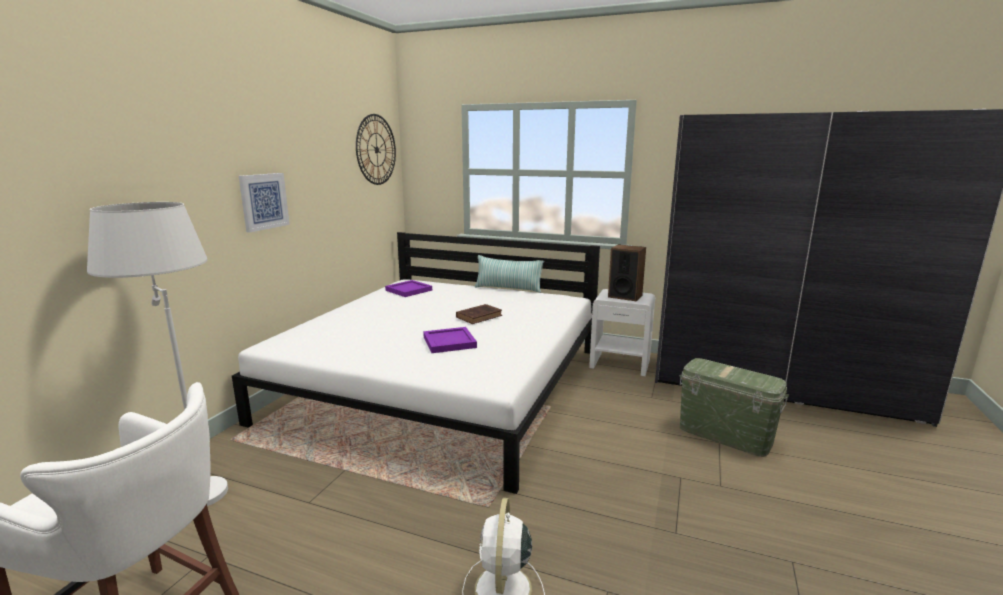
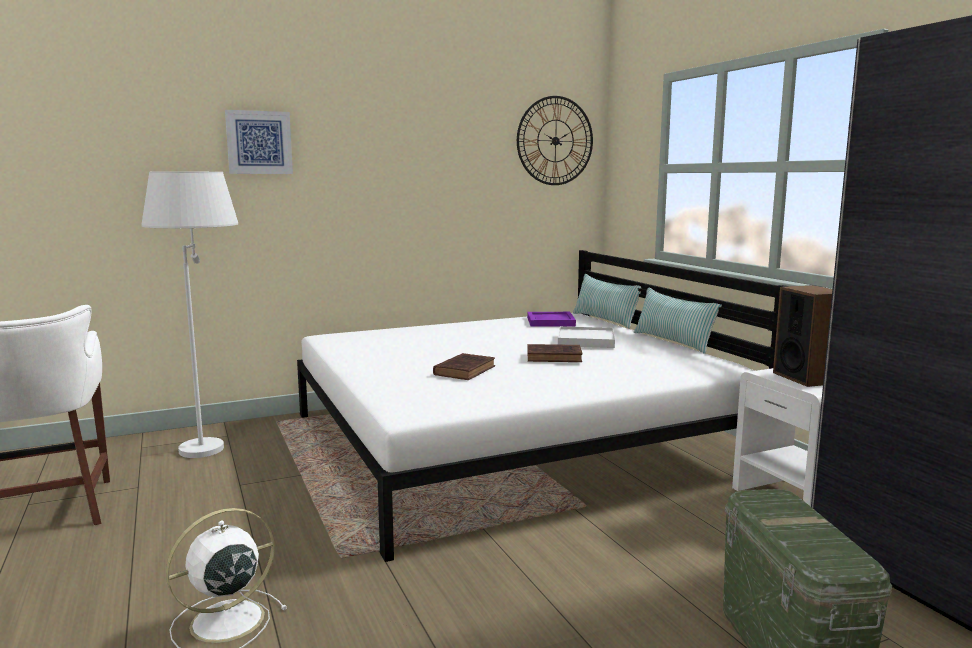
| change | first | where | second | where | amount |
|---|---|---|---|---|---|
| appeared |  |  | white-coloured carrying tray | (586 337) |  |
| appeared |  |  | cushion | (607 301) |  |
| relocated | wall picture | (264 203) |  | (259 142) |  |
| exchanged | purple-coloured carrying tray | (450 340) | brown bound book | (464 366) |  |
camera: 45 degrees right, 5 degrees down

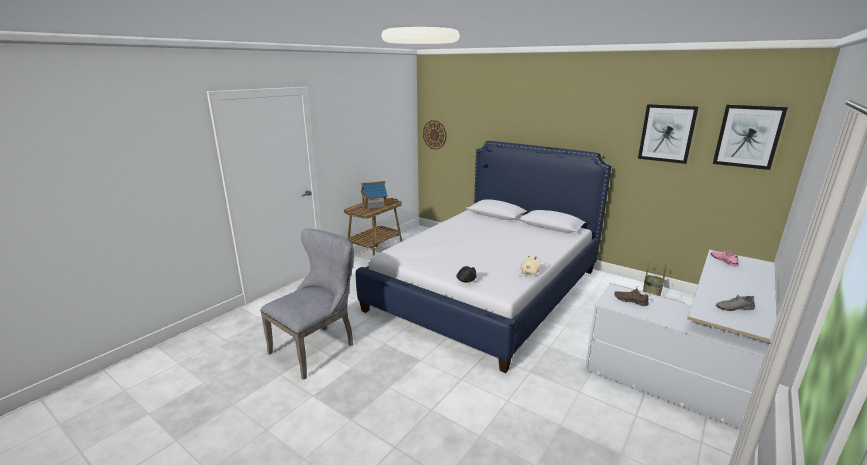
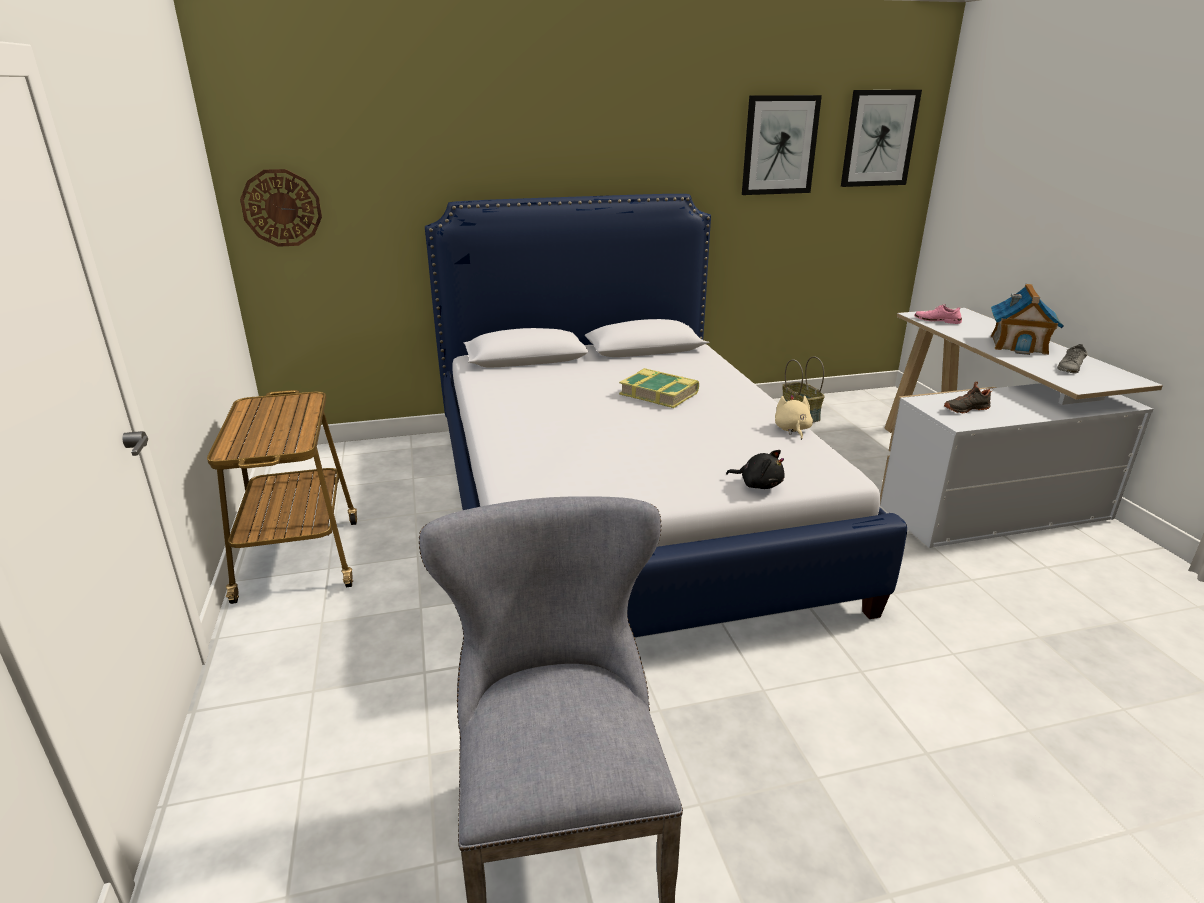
| change | first | where | second | where | amount |
|---|---|---|---|---|---|
| appeared |  |  | bound book | (659 388) |  |
| relocated | model house | (374 195) |  | (1027 319) |  |
camera: 50 degrees left, 5 degrees up

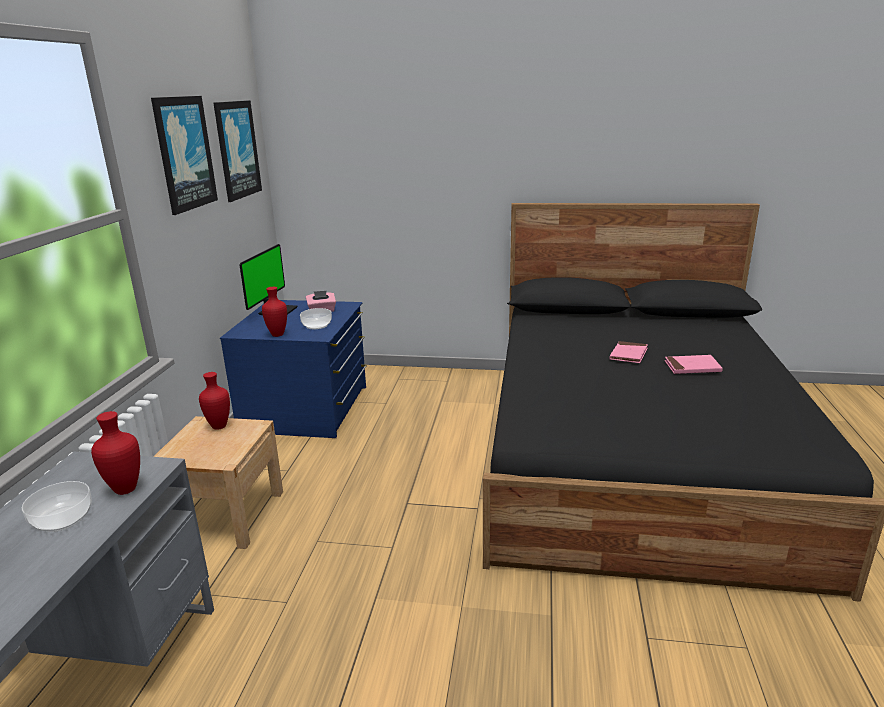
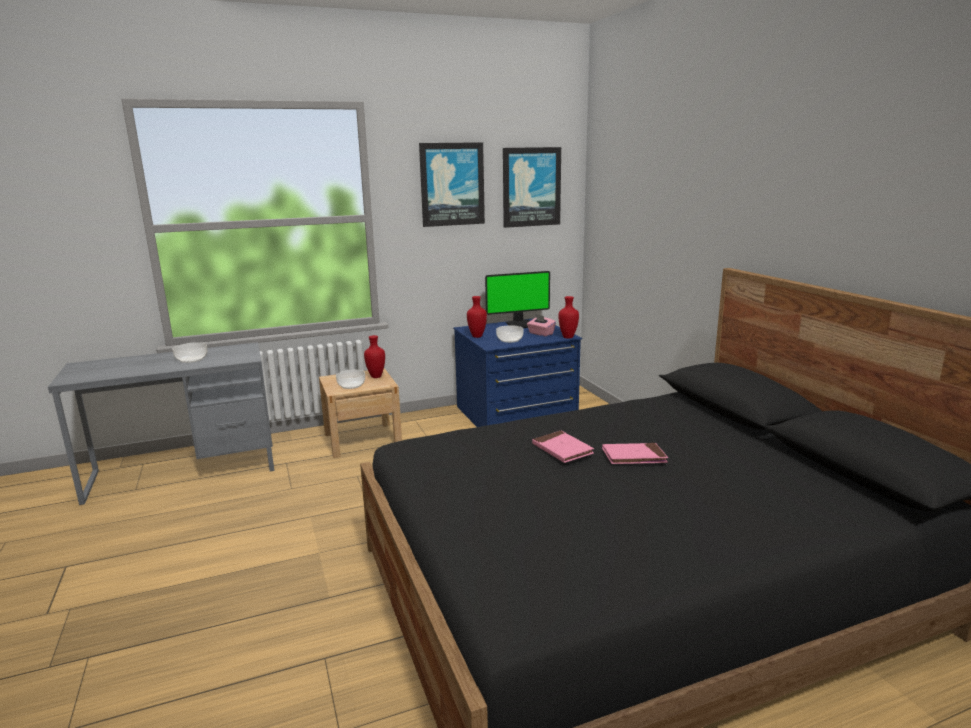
| change | first | where | second | where | amount |
|---|---|---|---|---|---|
| appeared |  |  | bowl | (350 379) |  |
| relocated | red-coloured flower vase | (115 453) |  | (568 317) |  |
| relocated | pinkish bound book | (694 364) |  | (563 447) |  |
camera: 60 degrees right, 5 degrees down

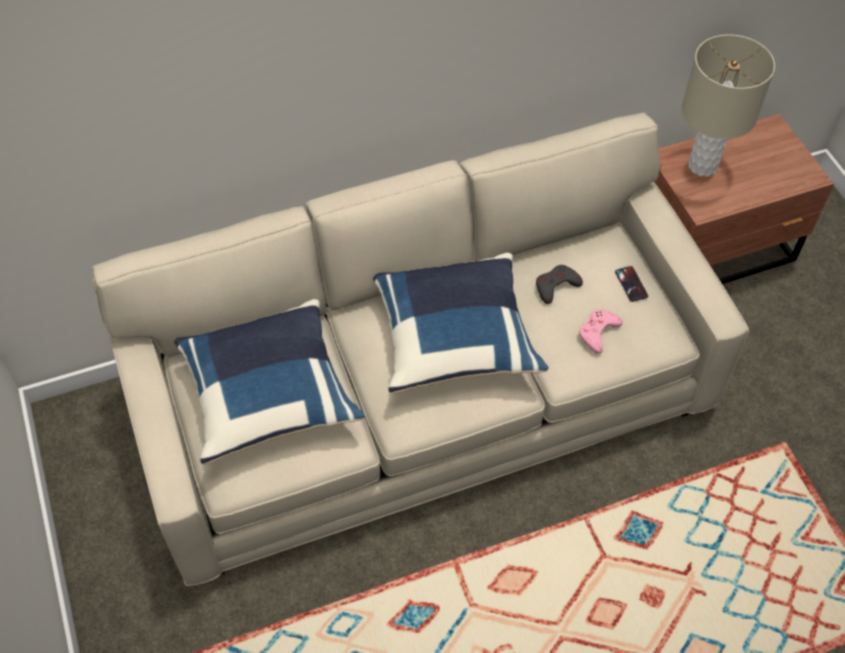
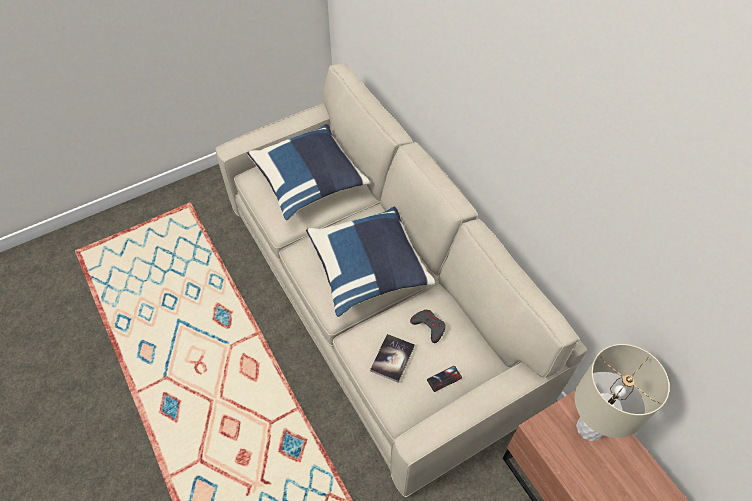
| change | first | where | second | where | amount |
|---|---|---|---|---|---|
| exchanged | pinkish joypad | (601 331) | bound book | (392 358) |  |
camera: 80 degrees right, 0 degrees up

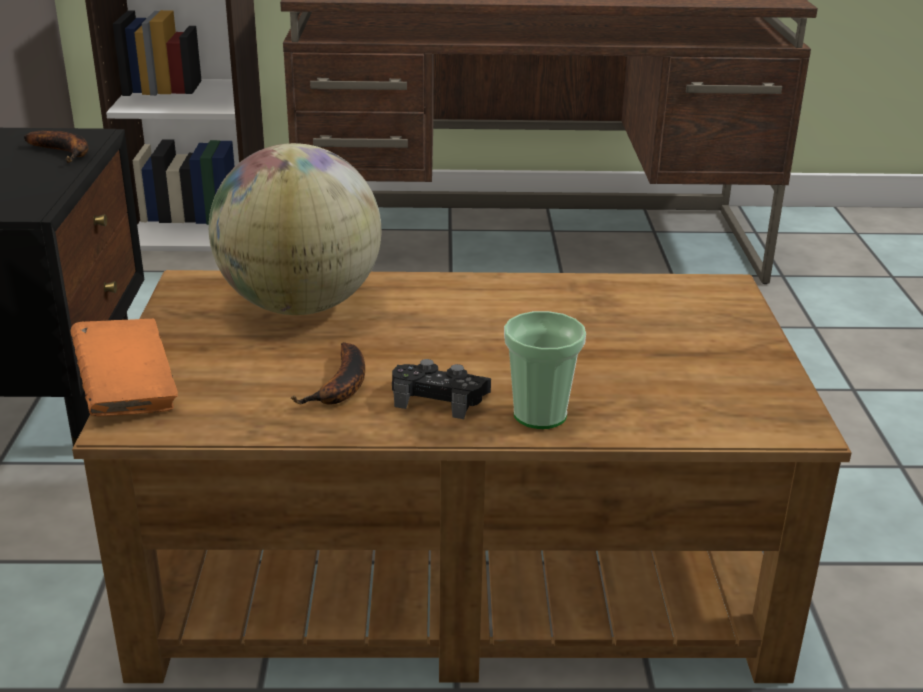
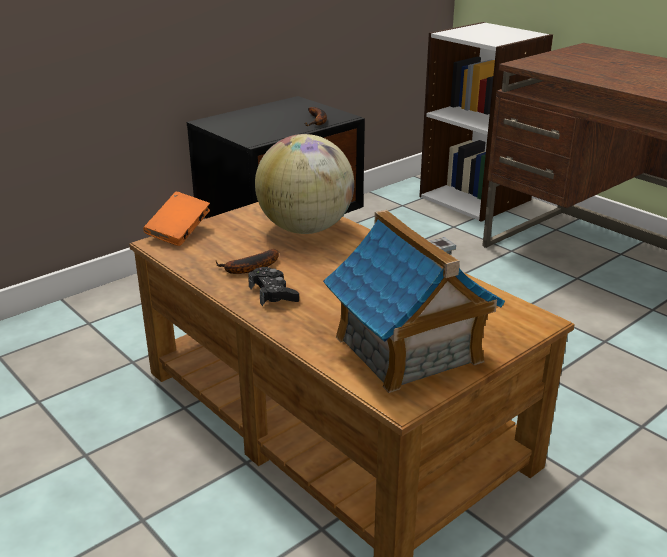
| change | first | where | second | where | amount |
|---|---|---|---|---|---|
| missing | drinking cup | (545 370) |  |  |  |
| appeared |  |  | model house | (414 301) |  |
camera: 50 degrees right, 0 degrees up

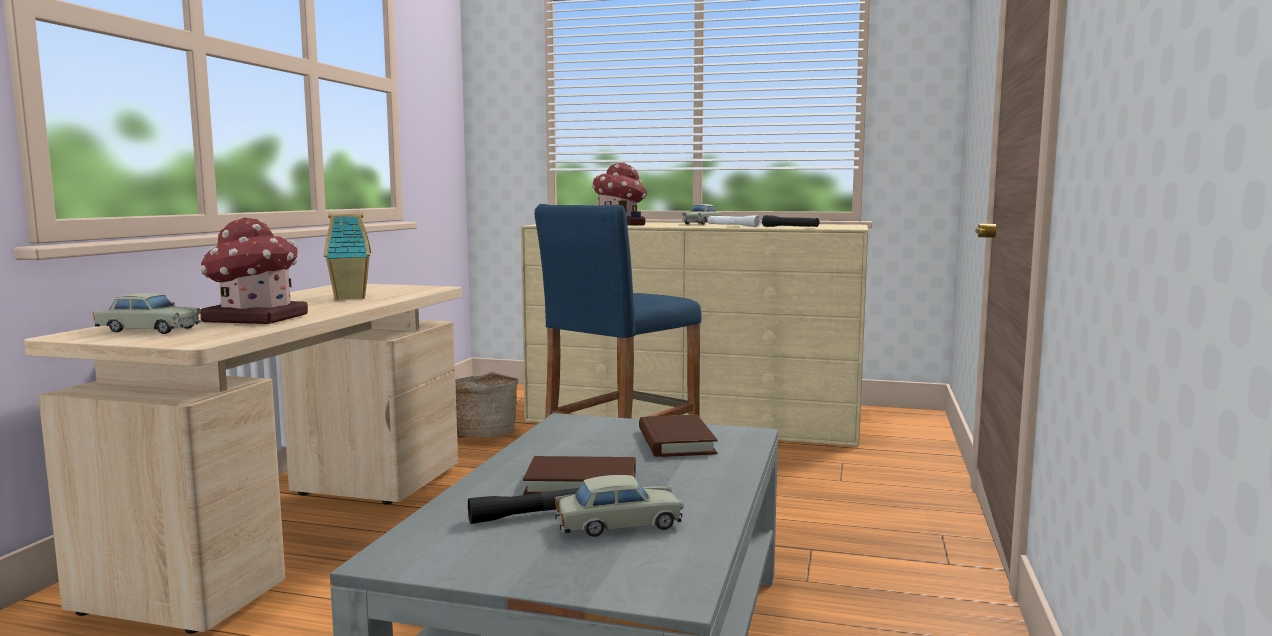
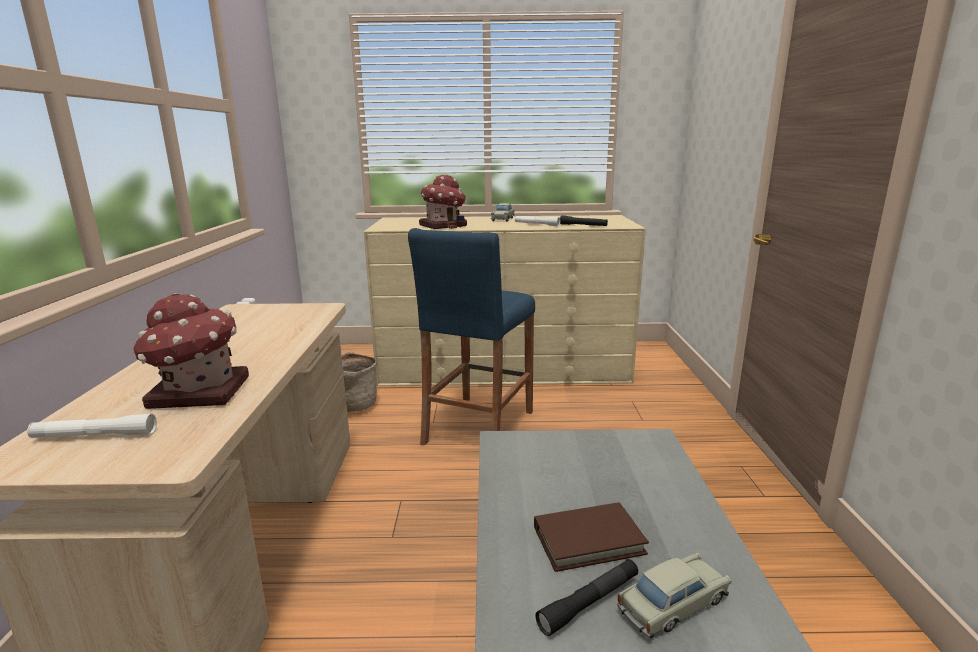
| change | first | where | second | where | amount |
|---|---|---|---|---|---|
| missing | model house | (347 256) |  |  |  |
| missing | brown bound book | (678 436) |  |  |  |
| exchanged | beige miniature car | (147 313) | white-coloured flashlight | (92 426) |  |
camera: 15 degrees left, 10 degrees up

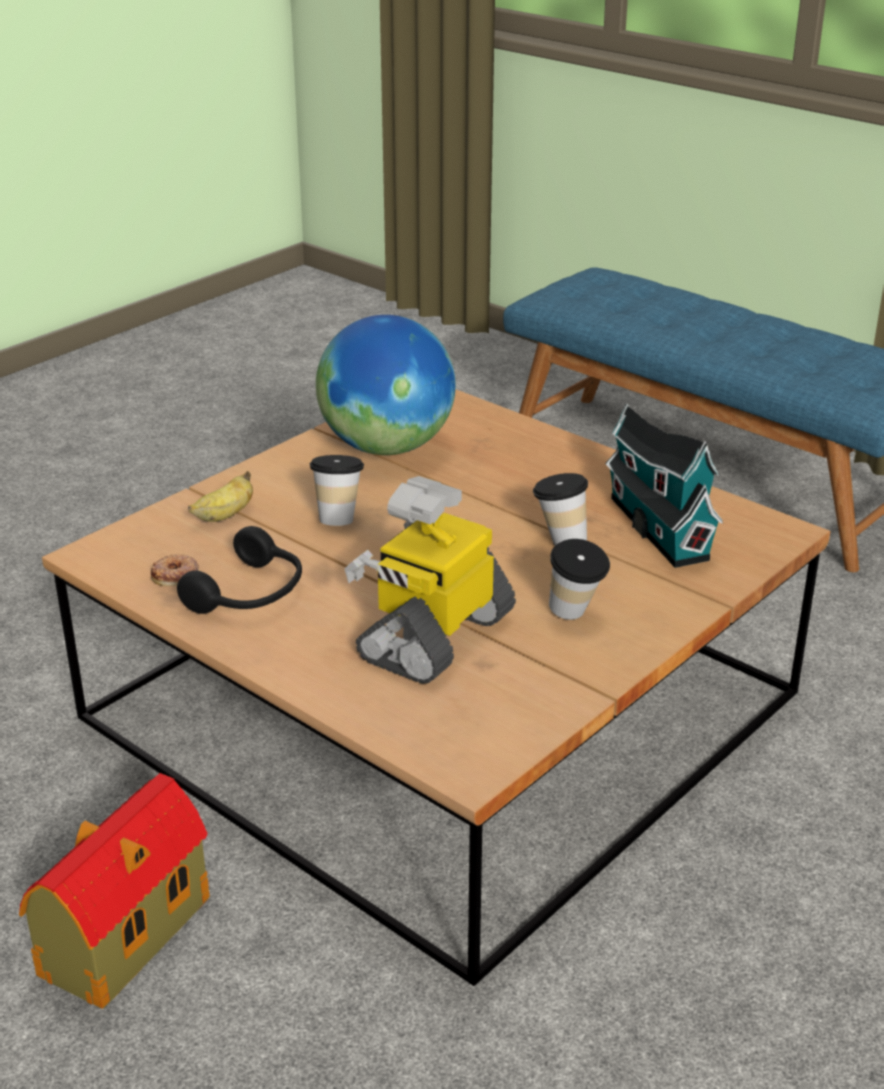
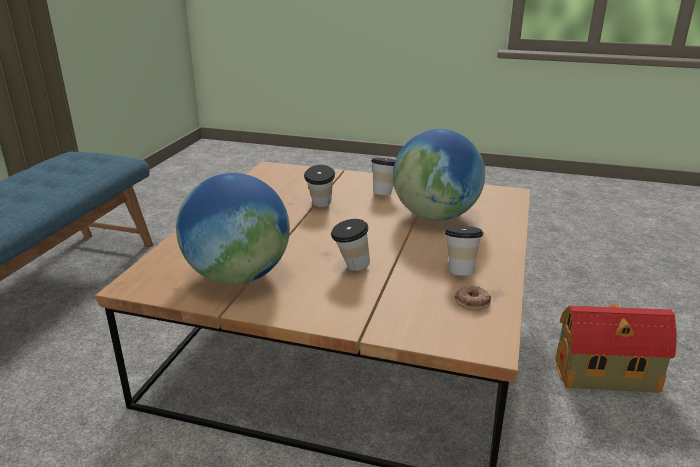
| change | first | where | second | where | amount |
|---|---|---|---|---|---|
| missing | banana | (220 496) |  |  |  |
| missing | model house | (664 485) |  |  |  |
| exchanged | black headset | (239 570) | drinking cup | (463 251) |  |
| exchanged | robot figure | (430 580) | world globe | (439 175) |  |
camera: 115 degrees left, 5 degrees down

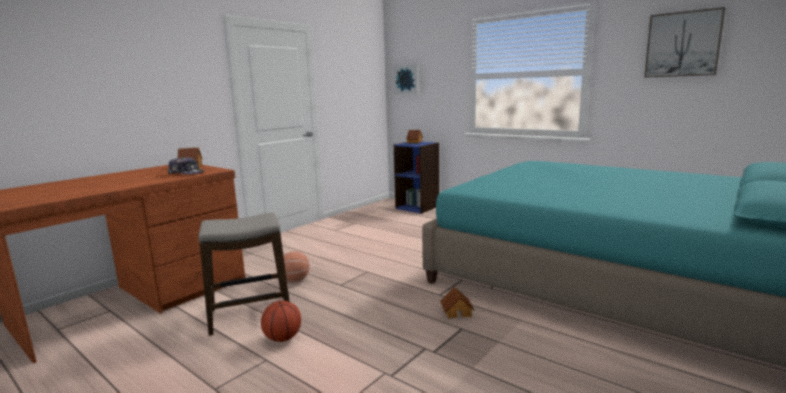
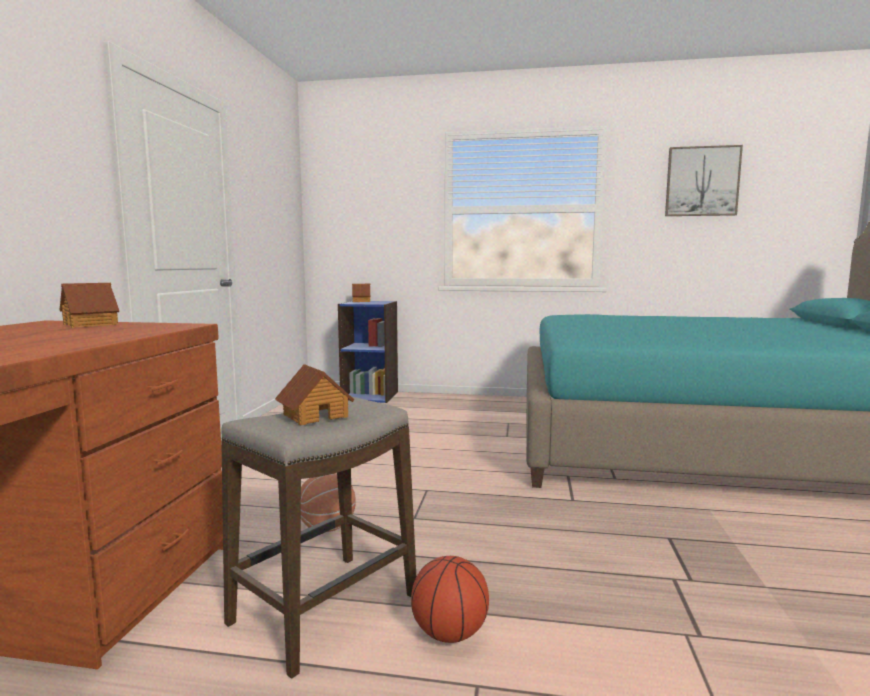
| change | first | where | second | where | amount |
|---|---|---|---|---|---|
| missing | baseball cap | (186 165) |  |  |  |
| missing | wall picture | (406 79) |  |  |  |
| relocated | model house | (457 303) |  | (314 394) |  |
camera: 30 degrees left, 5 degrees down

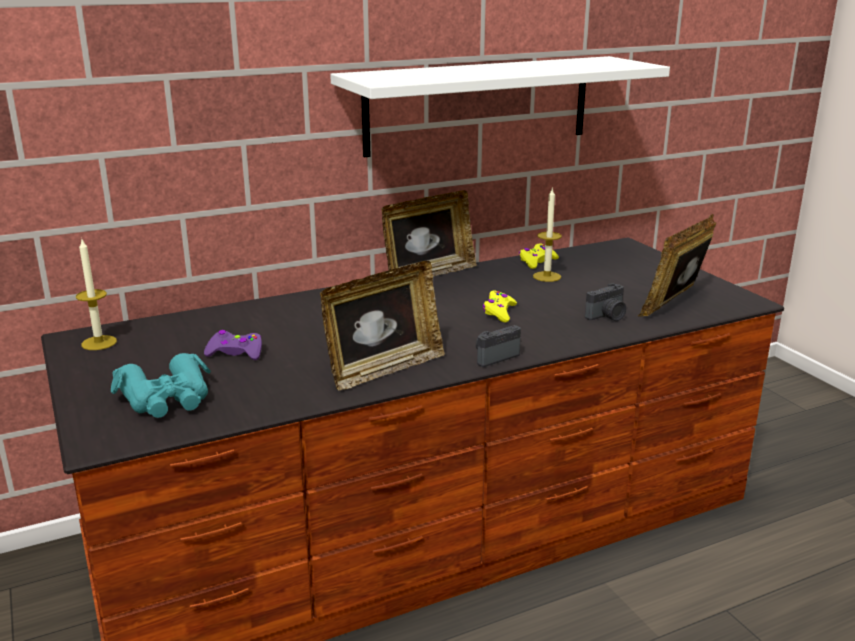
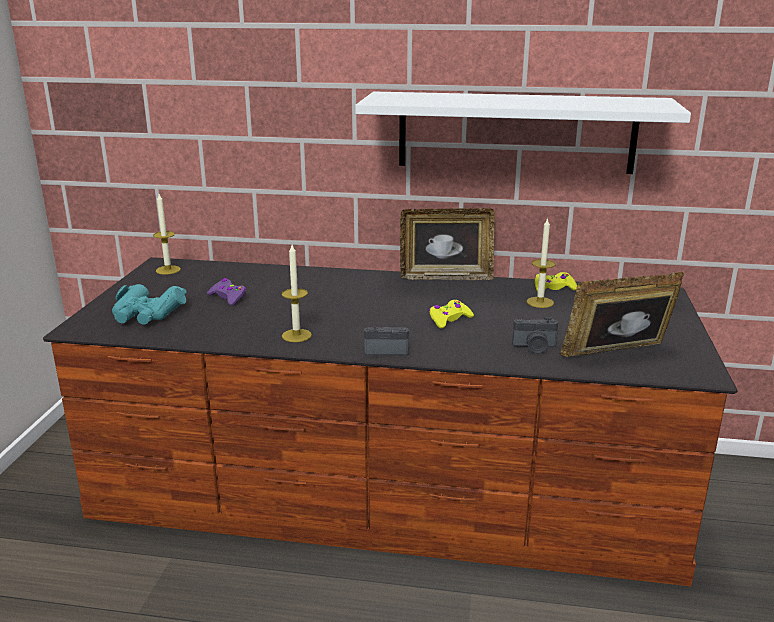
| change | first | where | second | where | amount |
|---|---|---|---|---|---|
| exchanged | picture frame | (382 326) | wax candle | (297 293) |  |
camera: 35 degrees right, 0 degrees up

